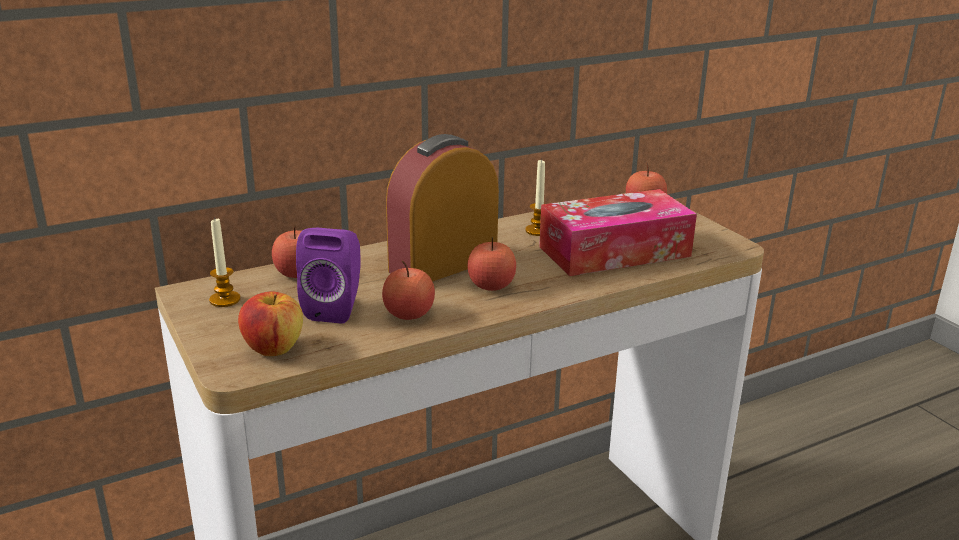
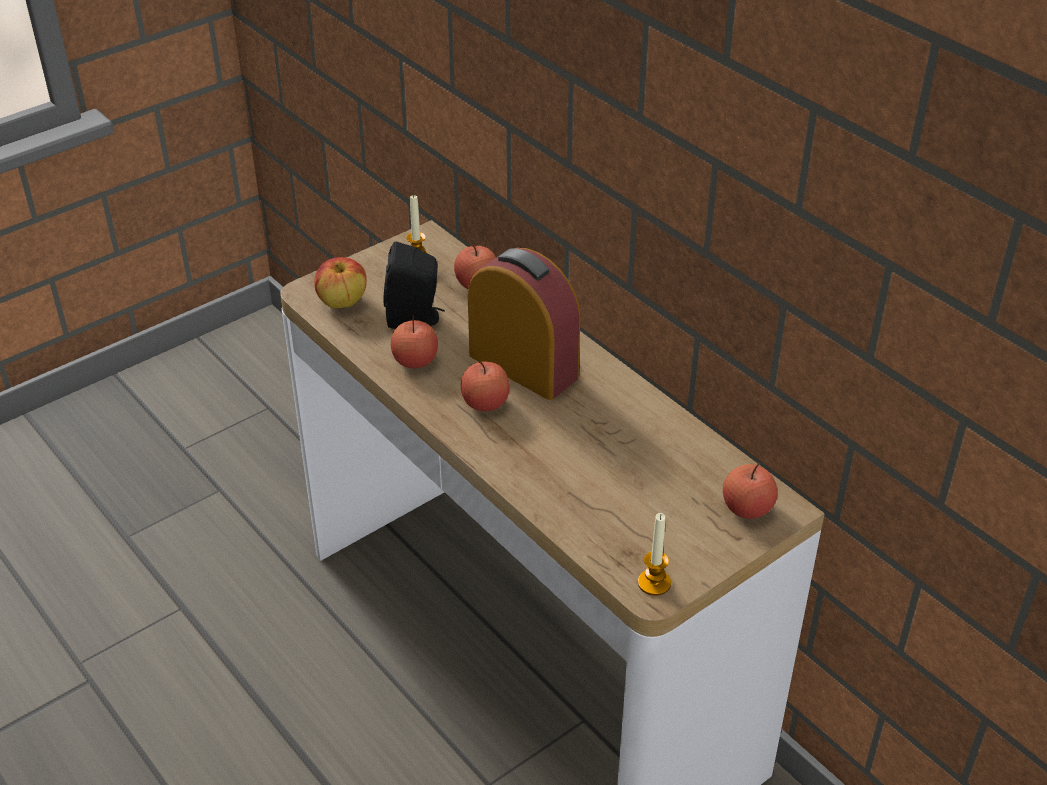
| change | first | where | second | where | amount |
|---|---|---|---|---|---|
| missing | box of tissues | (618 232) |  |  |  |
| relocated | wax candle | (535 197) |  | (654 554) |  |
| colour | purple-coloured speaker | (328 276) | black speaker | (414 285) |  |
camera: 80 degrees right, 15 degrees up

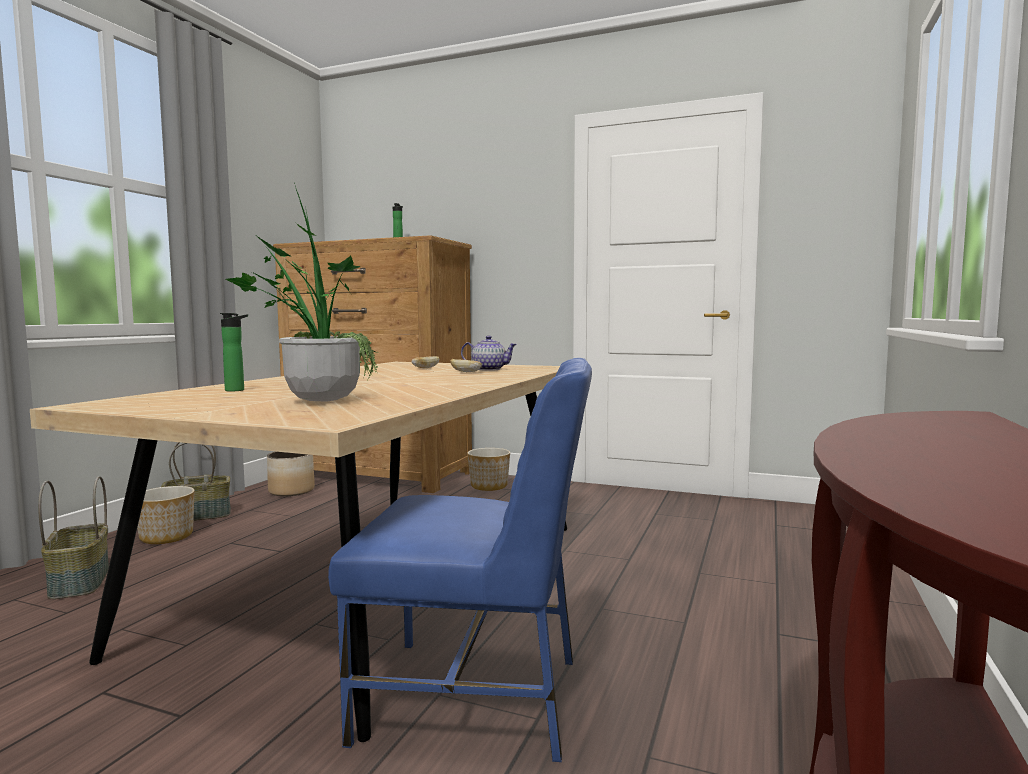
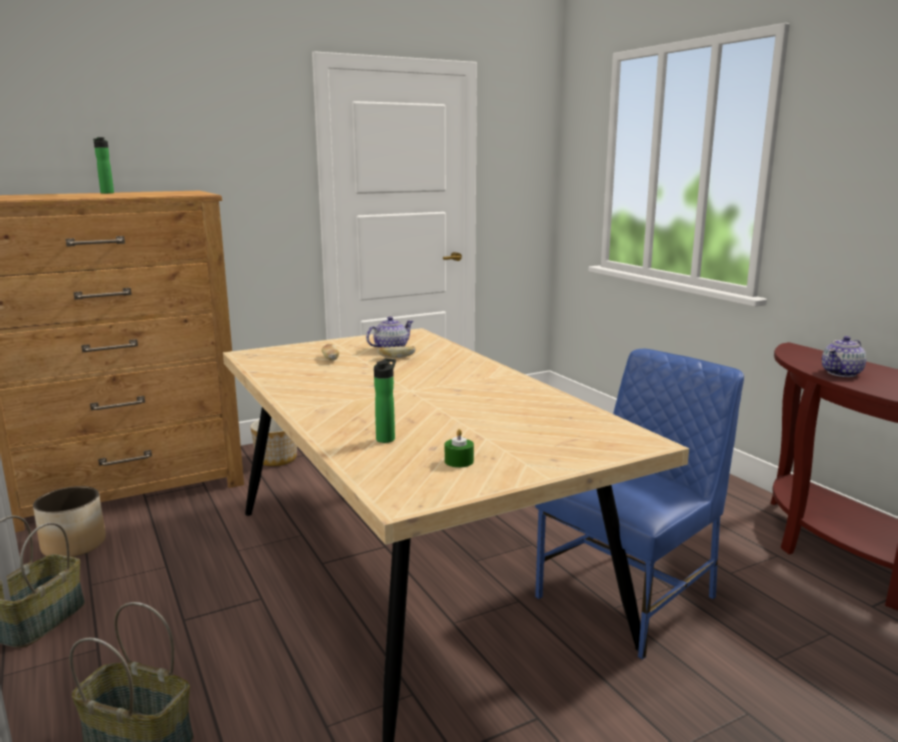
| change | first | where | second | where | amount |
|---|---|---|---|---|---|
| missing | plant pot | (166 515) |  |  |  |
| missing | potted plant | (302 292) |  |  |  |
| appeared |  |  | green wax candle | (459 448) |  |
| appeared |  |  | pot for tea | (844 356) |  |
camera: 50 degrees left, 10 degrees up

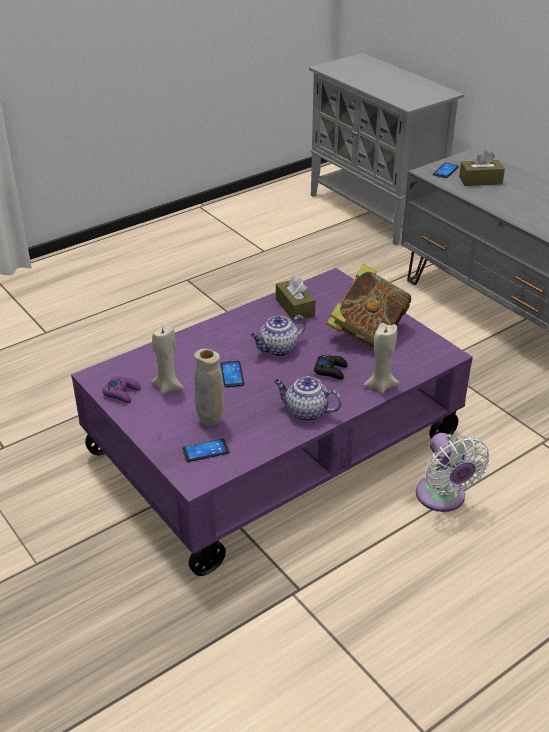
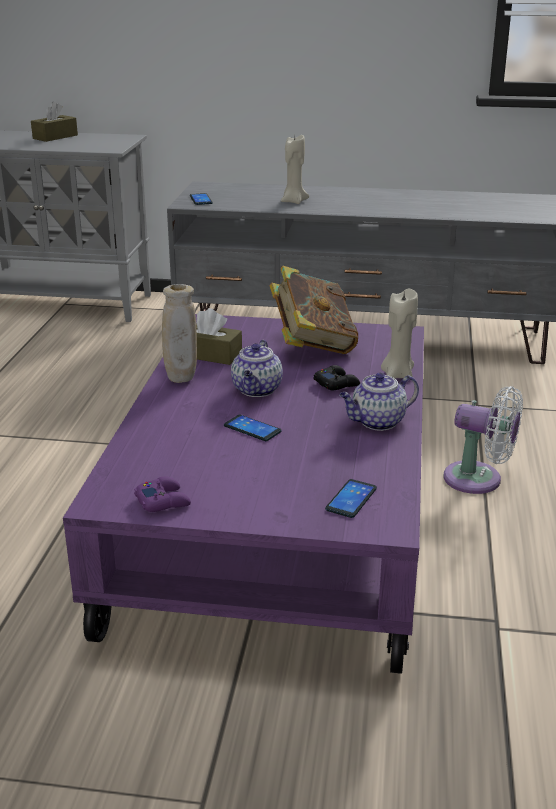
| change | first | where | second | where | amount |
|---|---|---|---|---|---|
| relocated | beige wax candle | (167 359) |  | (295 169) |  |
| relocated | beige flower vase | (209 387) |  | (179 333) |  |
| relocated | brown box of tissues | (482 168) |  | (54 121) |  |
camera: 45 degrees left, 10 degrees down

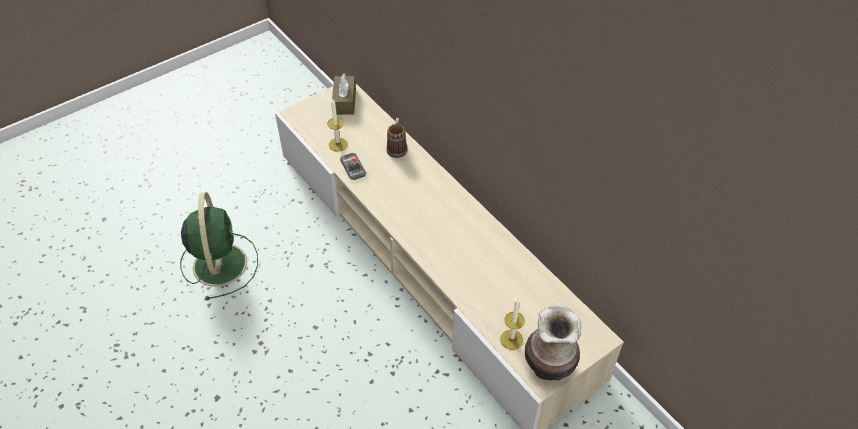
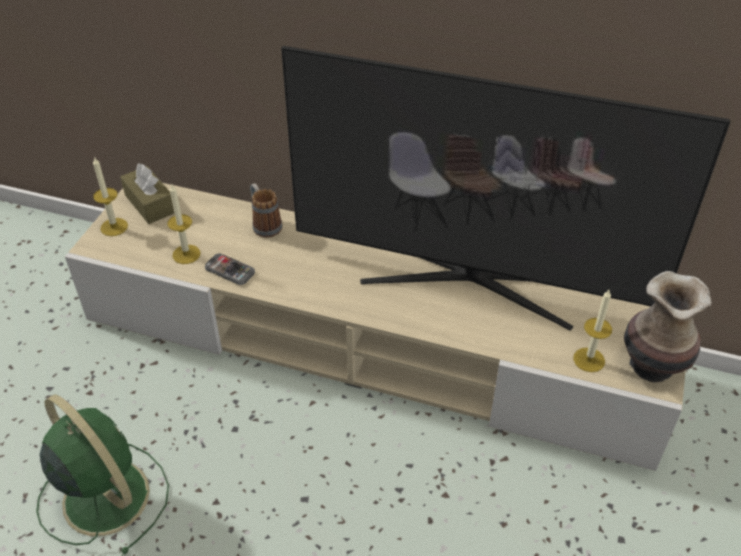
| change | first | where | second | where | amount |
|---|---|---|---|---|---|
| appeared |  |  | wax candle | (110 197) |  |
| appeared |  |  | television | (505 188) |  |
camera: 35 degrees left, 5 degrees down

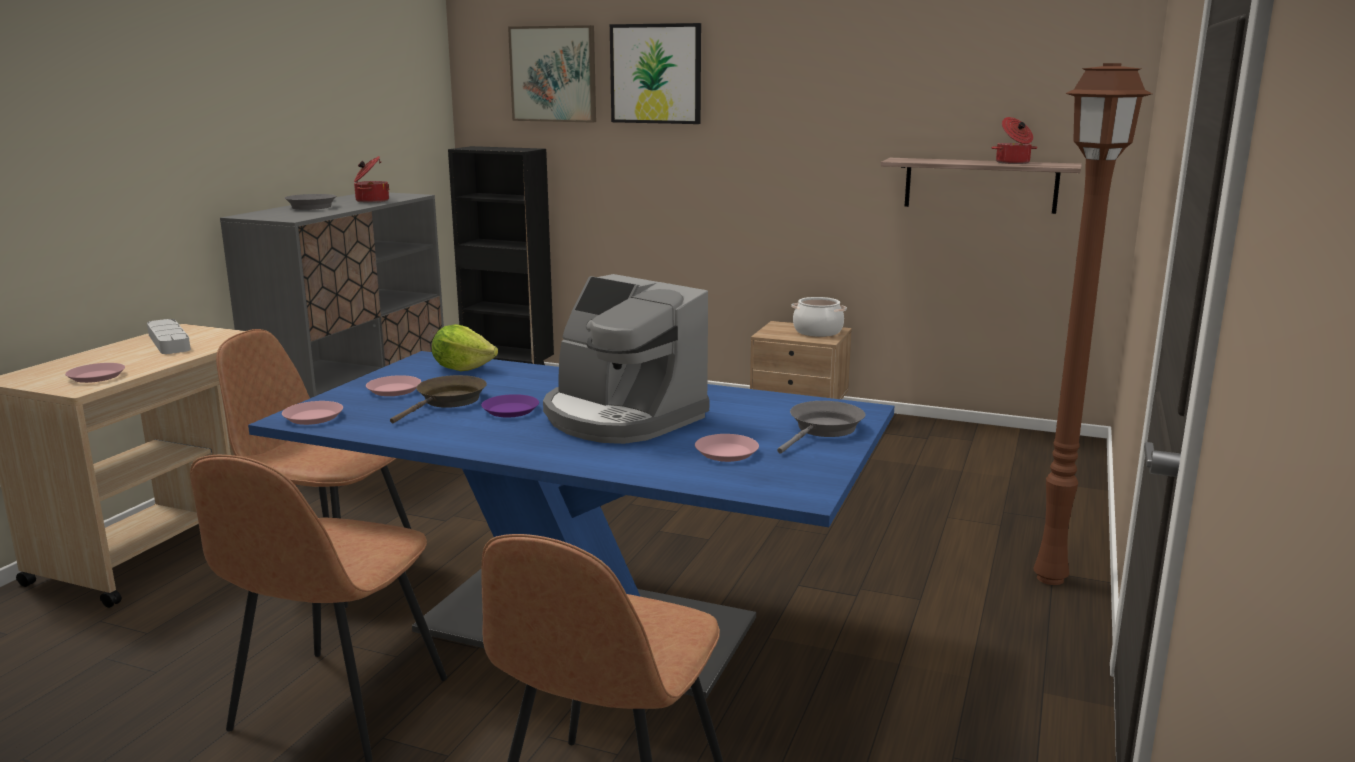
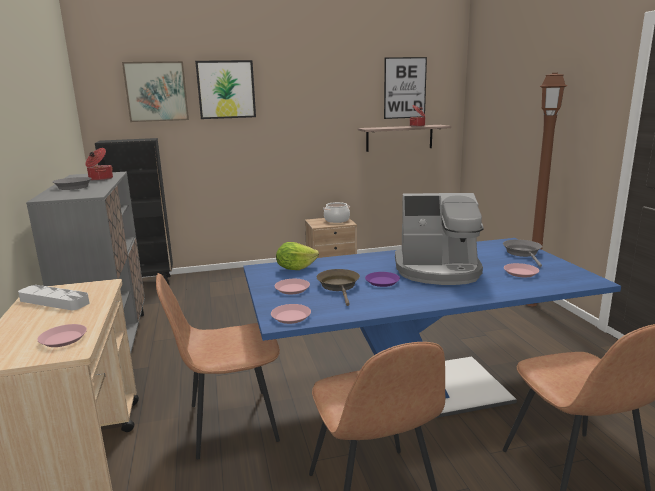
| change | first | where | second | where | amount |
|---|---|---|---|---|---|
| appeared |  |  | wall picture | (405 88) |  |
camera: 35 degrees left, 0 degrees up

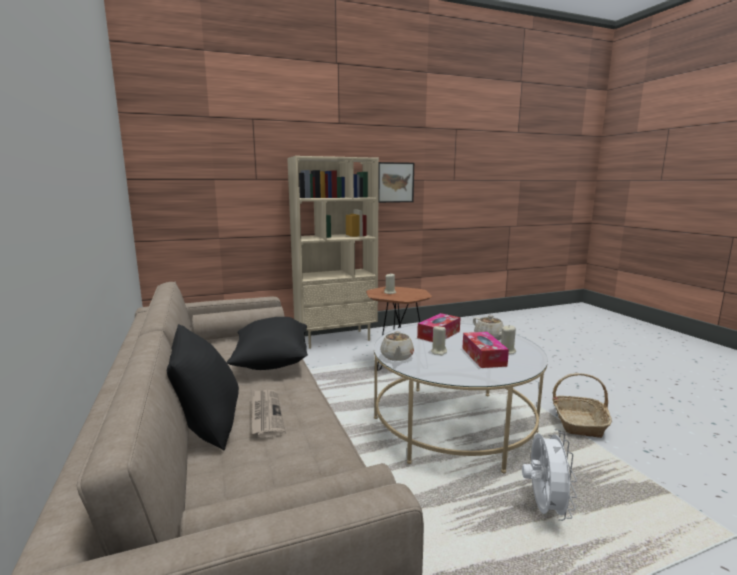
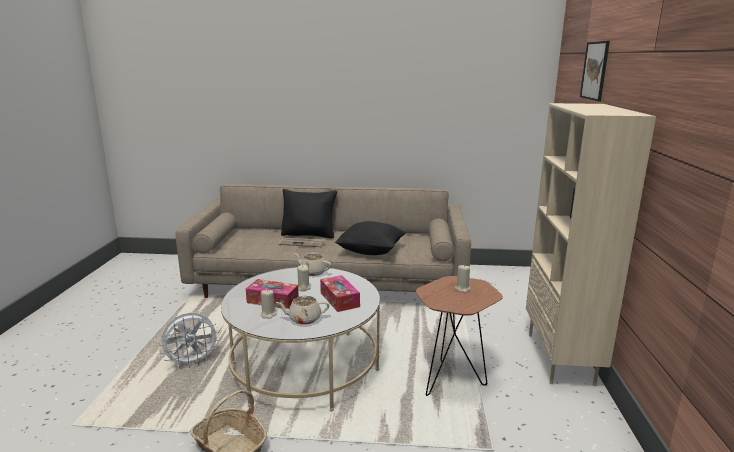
| change | first | where | second | where | amount |
|---|---|---|---|---|---|
| relocated | wall picture | (396 182) |  | (595 71) |  |
| spun | white-coloured cooling fan | (549 475) |  | (190 340) | 60 degrees counterclockwise |
camera: 115 degrees right, 5 degrees up

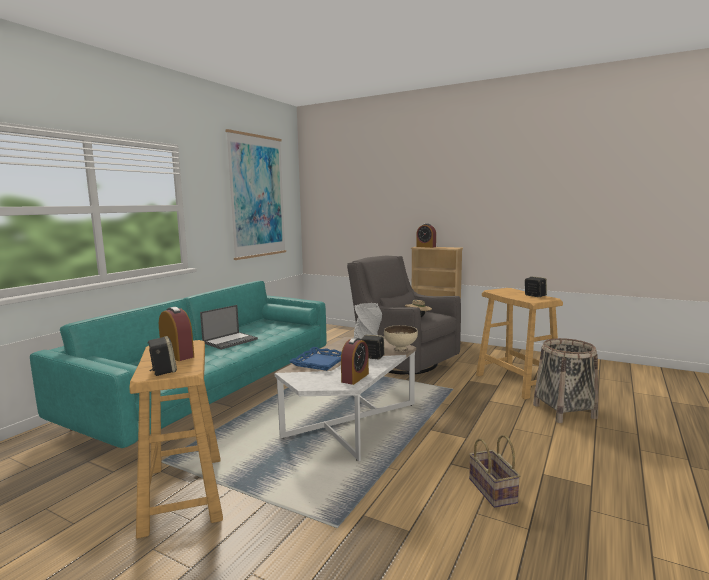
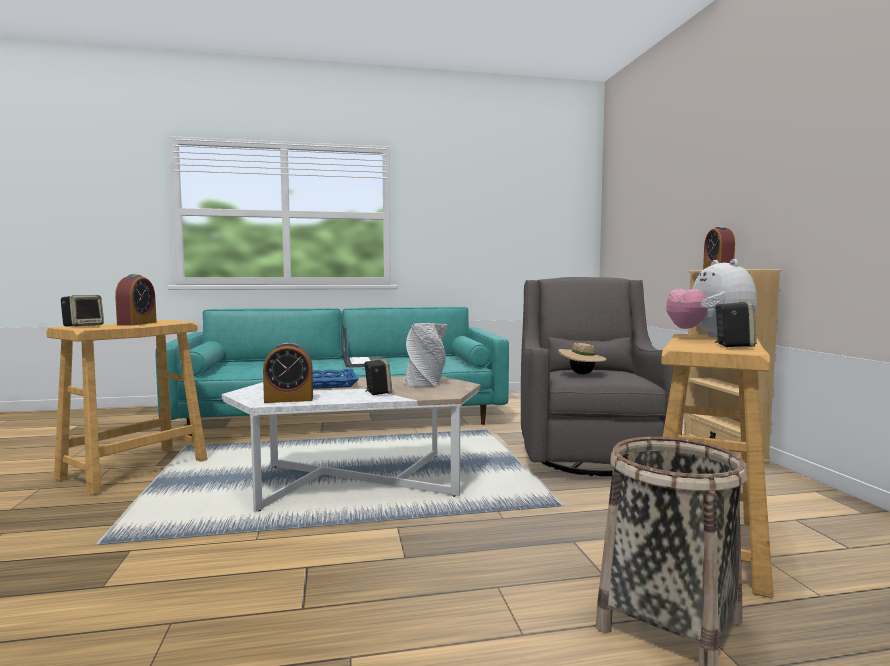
| change | first | where | second | where | amount |
|---|---|---|---|---|---|
| missing | wall picture | (255 194) |  |  |  |
| missing | beige bowl | (401 338) |  |  |  |
| missing | storage basket | (494 471) |  |  |  |
| appeared |  |  | soft toy | (711 298) |  |
| spun | notebook computer | (229 327) |  | (363 346) | 105 degrees counterclockwise |
camera: 50 degrees right, 5 degrees down

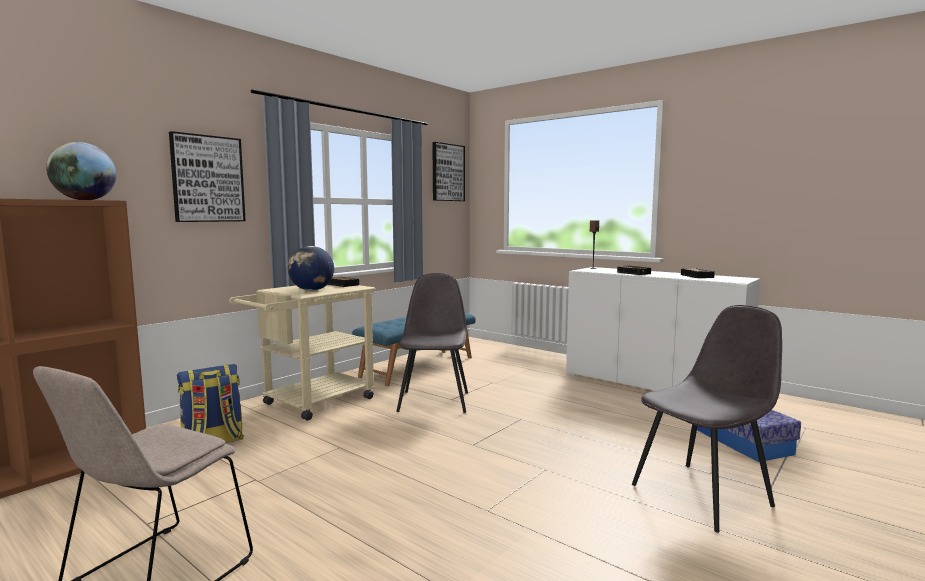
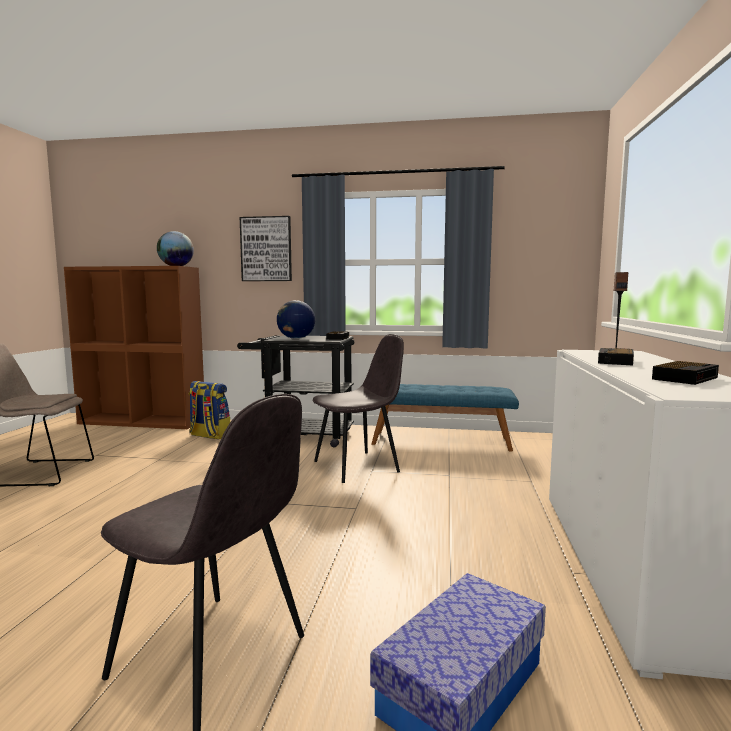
| change | first | where | second | where | amount |
|---|---|---|---|---|---|
| missing | wall picture | (448 171) |  |  |  |
| colour | beige wheeled cart | (302 353) | black wheeled cart | (295 391) |  |
camera: 60 degrees right, 0 degrees up

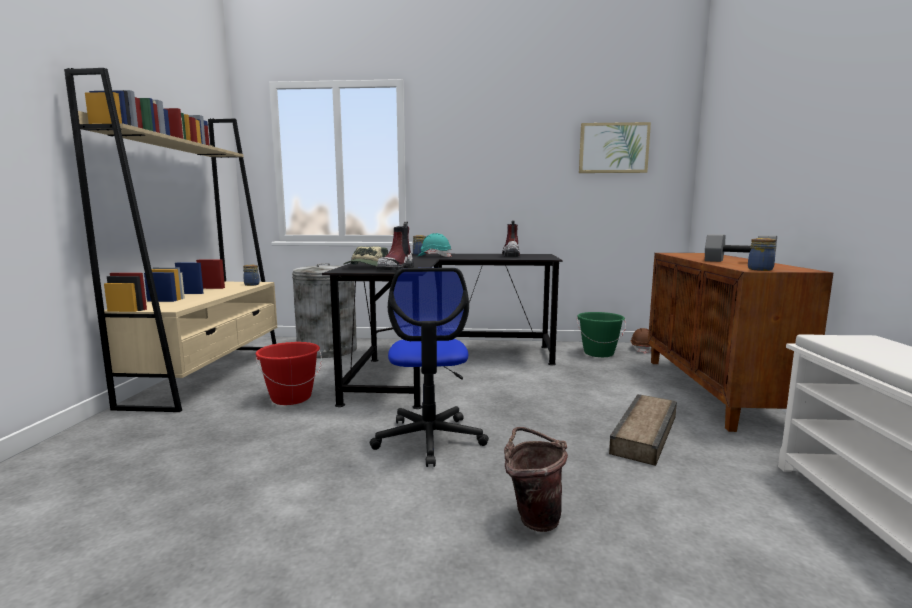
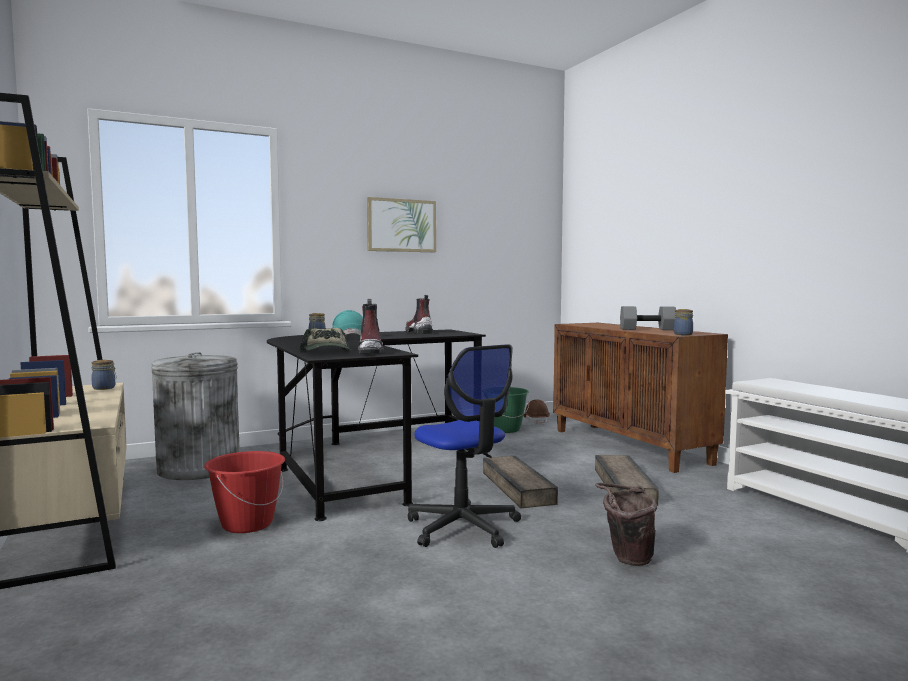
| change | first | where | second | where | amount |
|---|---|---|---|---|---|
| appeared |  |  | crate | (520 482) |  |
| relocated | wall picture | (615 147) |  | (401 224) |  |
camera: 30 degrees left, 5 degrees down

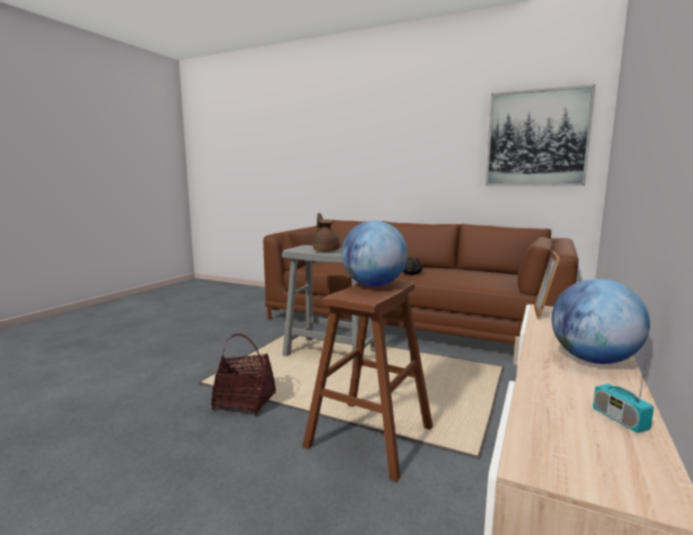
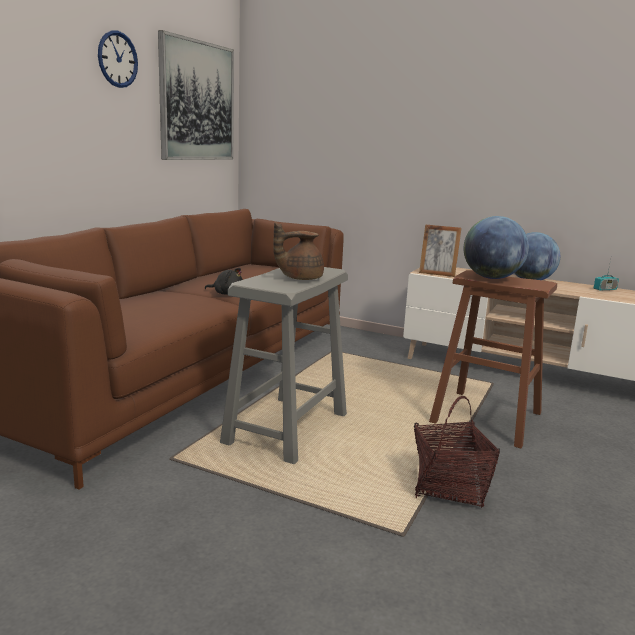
| change | first | where | second | where | amount |
|---|---|---|---|---|---|
| appeared |  |  | clock on the wall | (118 59) |  |
camera: 90 degrees left, 5 degrees up

